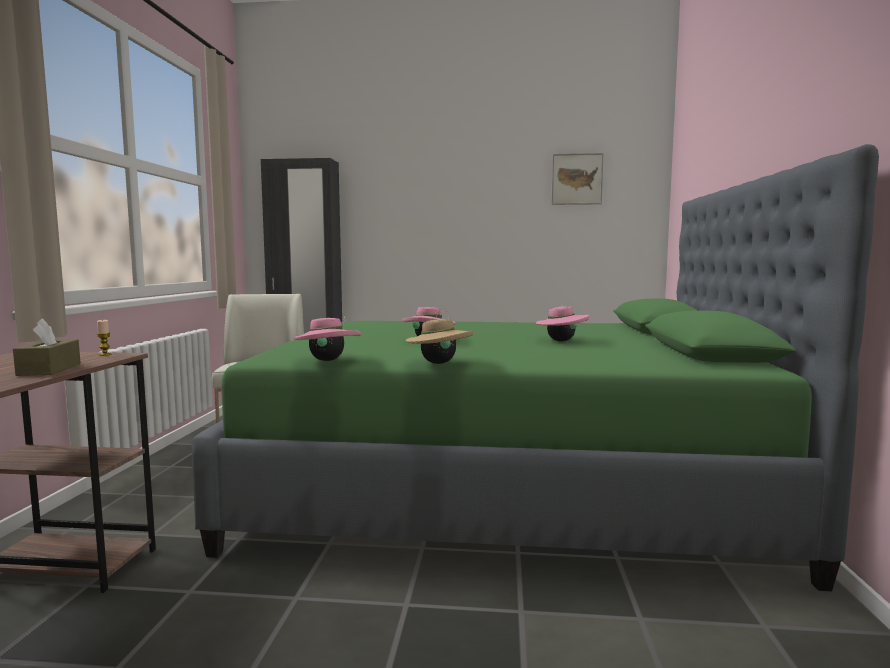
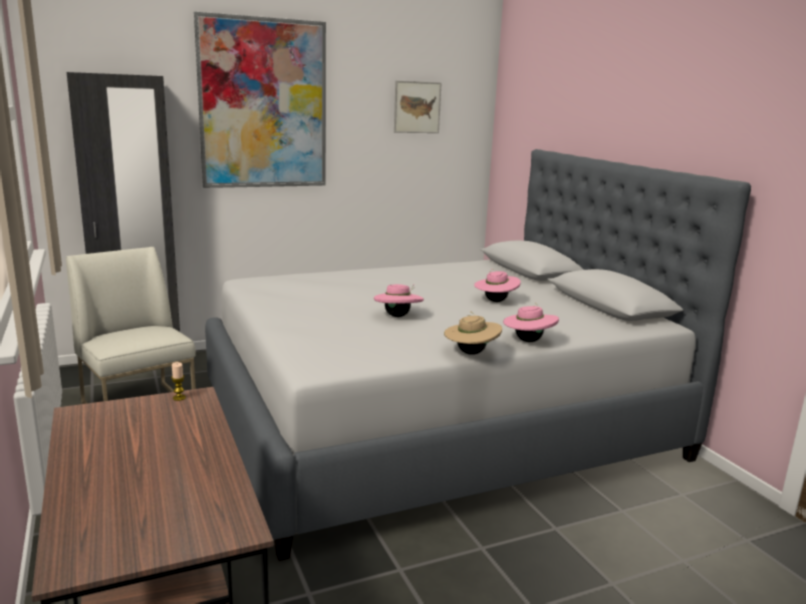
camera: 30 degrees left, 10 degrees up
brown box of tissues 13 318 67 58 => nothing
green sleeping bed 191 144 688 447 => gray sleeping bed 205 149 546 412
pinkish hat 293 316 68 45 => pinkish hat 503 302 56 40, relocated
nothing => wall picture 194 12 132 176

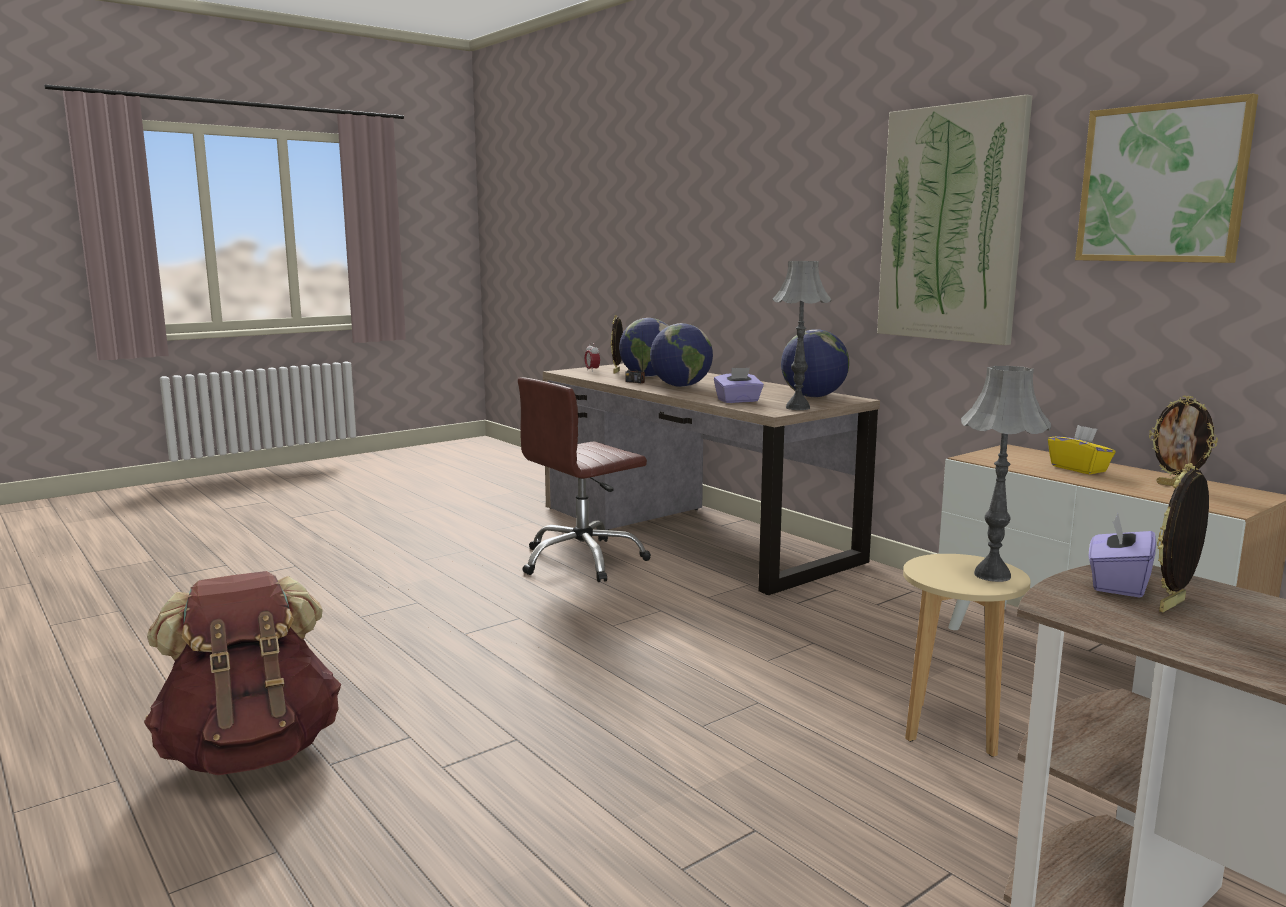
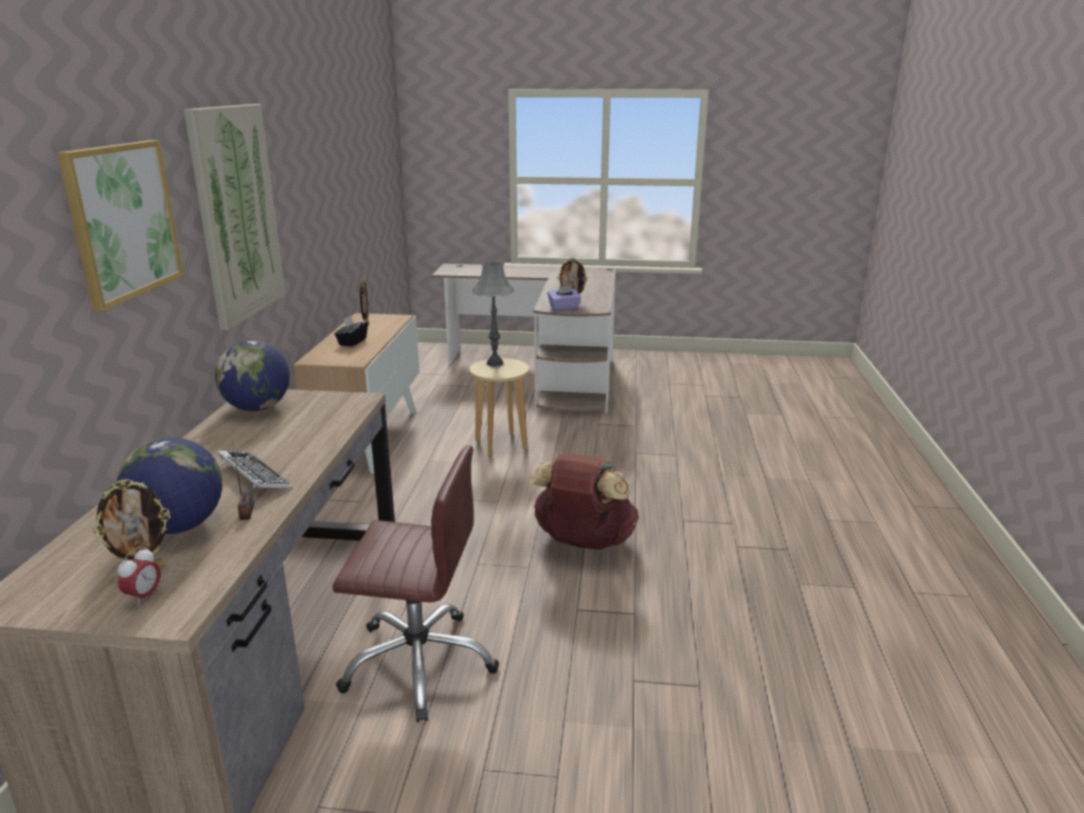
camera: 135 degrees left, 10 degrees up
brown knapsack 144 571 197 204 => brown knapsack 529 452 110 98, relocated
globe 650 323 63 64 => PC keyboard 217 451 76 37
purple box of tissues 714 367 50 36 => nothing
gray lamp for a table 773 261 59 149 => nothing
yellow box of tissues 1048 425 68 49 => black box of tissues 335 315 33 31
wall picture 1075 93 183 170 => wall picture 57 140 126 171, relocated

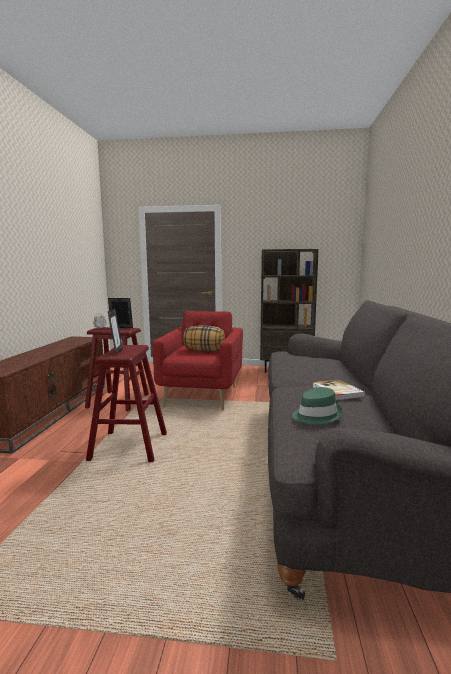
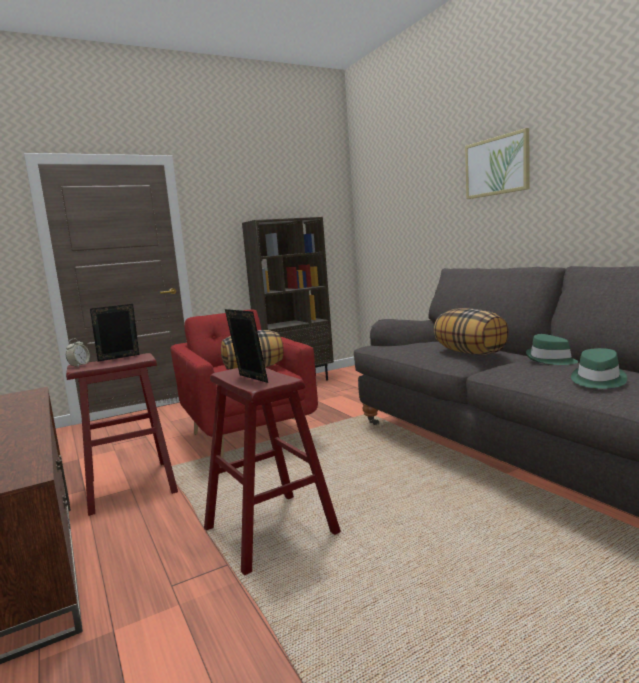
camera: 35 degrees left, 0 degrees up
volume 312 380 54 20 => green hat 526 334 53 31
nothing => pillow 434 308 75 47
nothing => wall picture 465 128 64 71

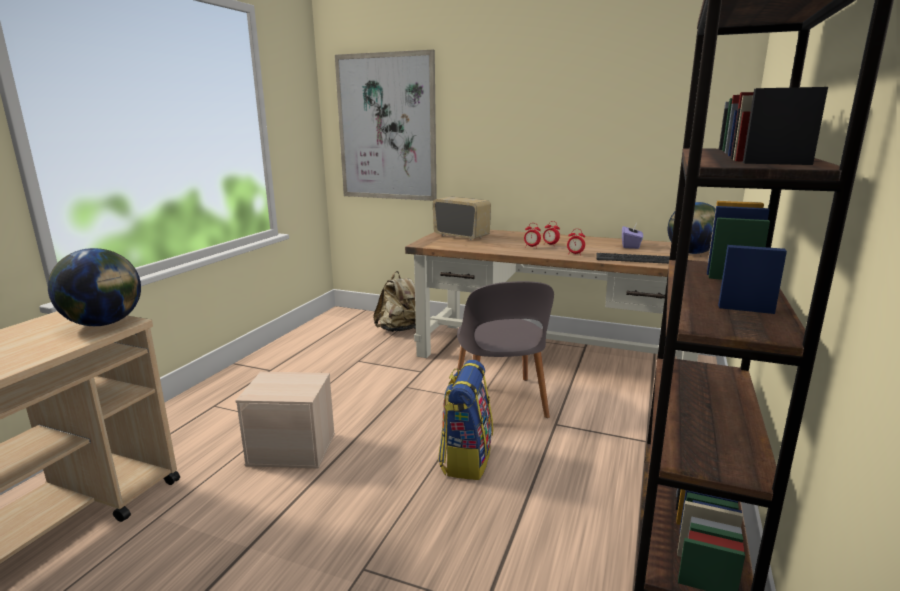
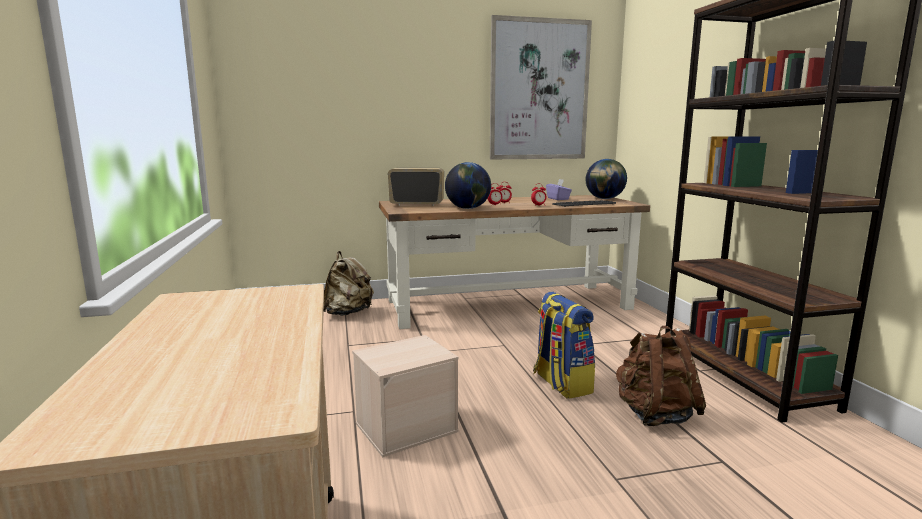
camera: 35 degrees left, 5 degrees down
globe 48 248 93 78 => globe 445 162 46 47, relocated
wall picture 335 50 102 151 => wall picture 490 15 102 144, relocated
gray chair 457 281 97 137 => nothing
nothing => brown knapsack 616 326 90 100

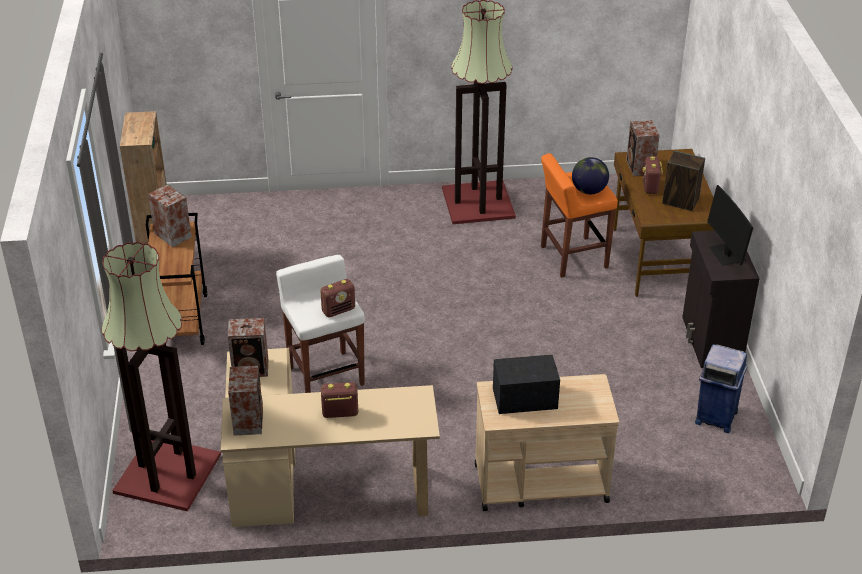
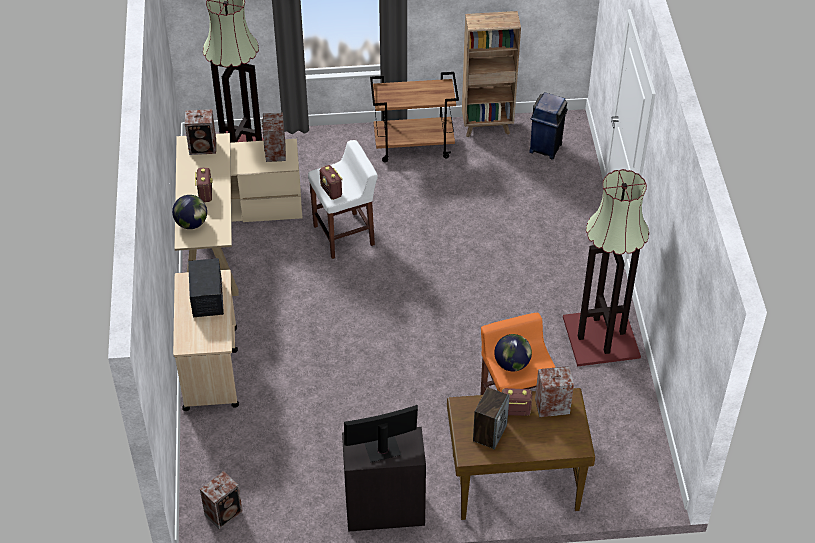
camera: 90 degrees right, 10 degrees up
loudspeaker 148 185 44 62 => loudspeaker 200 471 42 58, relocated
bluish trash can 695 344 53 89 => bluish trash can 529 92 39 68, relocated
nothing => globe 172 195 35 34

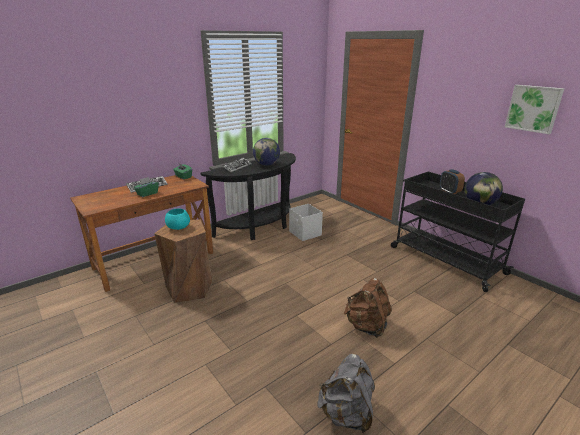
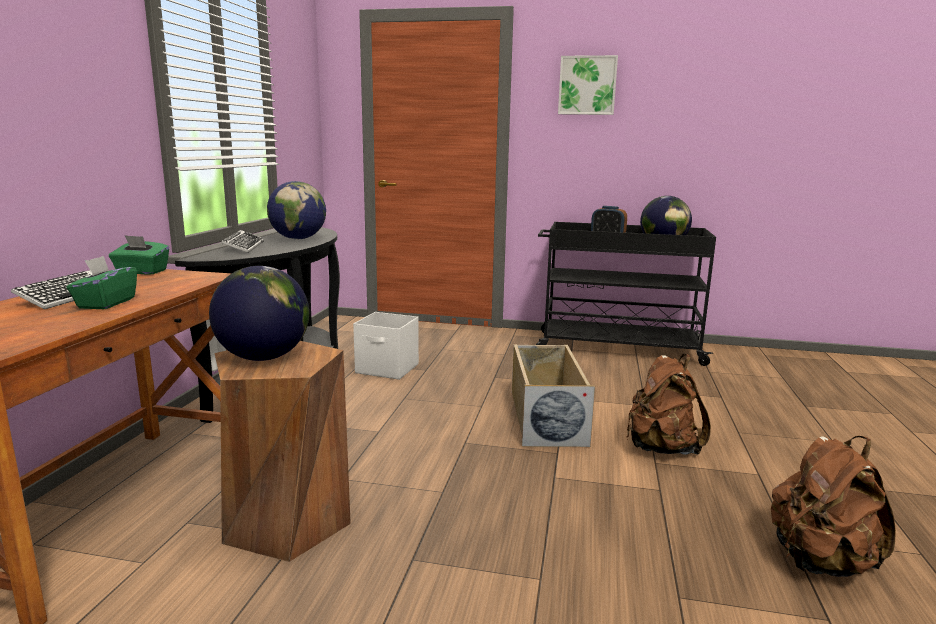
camera: 40 degrees left, 10 degrees down
turquoise serving bowl 165 208 25 22 => globe 209 266 100 95
gray knapsack 317 354 58 79 => brown knapsack 771 436 125 141
wall picture 505 85 59 49 => wall picture 558 55 60 60, relocated
nothing => beige storage bin 512 344 83 103

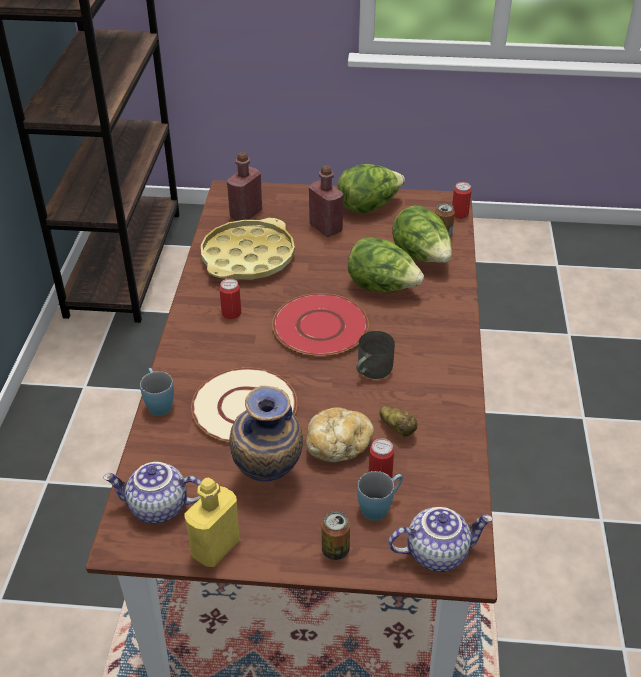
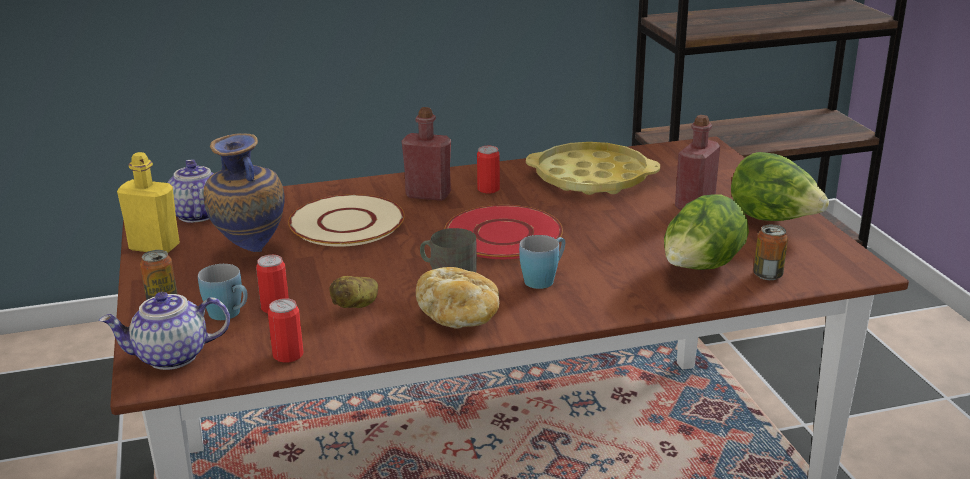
camera: 70 degrees right, 15 degrees down
bluish tea mug 140 368 34 48 => bluish tea mug 519 235 46 54, relocated
red beverage bottle 227 152 35 69 => red beverage bottle 402 107 49 94, relocated
baked bread 306 407 68 55 => baked bread 416 267 83 62, relocated
lettuce head 348 237 76 55 => nothing
teapot 388 507 105 65 => teapot 99 292 131 78, 105 degrees clockwise
metal can 452 182 20 37 => metal can 268 298 35 65, relocated

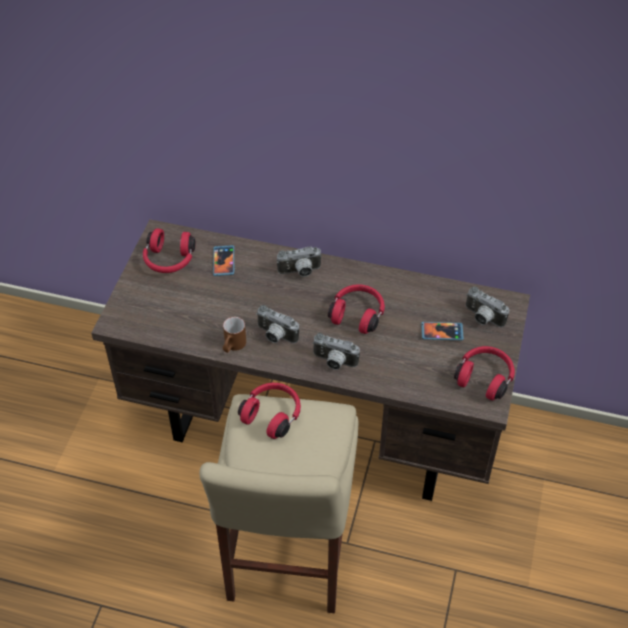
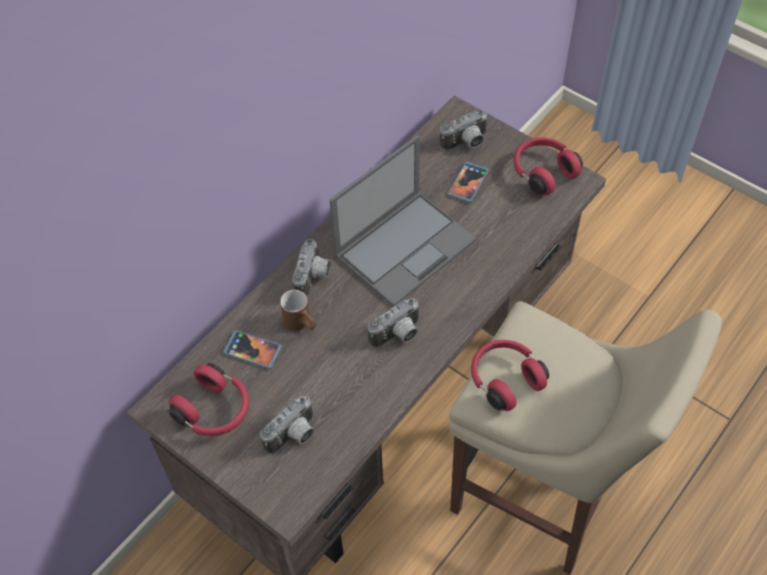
camera: 65 degrees left, 5 degrees up
brown tea mug 223 317 23 36 => brown tea mug 280 290 37 41, relocated
still camera 312 333 48 37 => still camera 260 396 54 58, relocated
red headset 328 284 57 50 => laptop 329 135 148 171

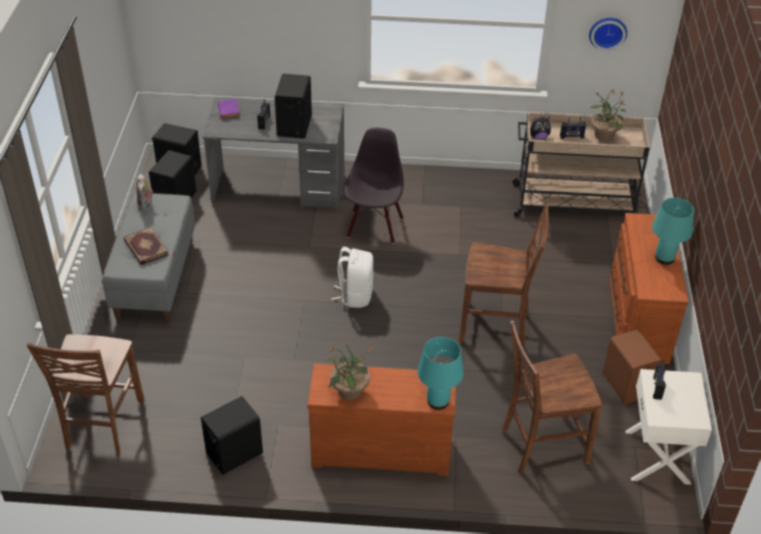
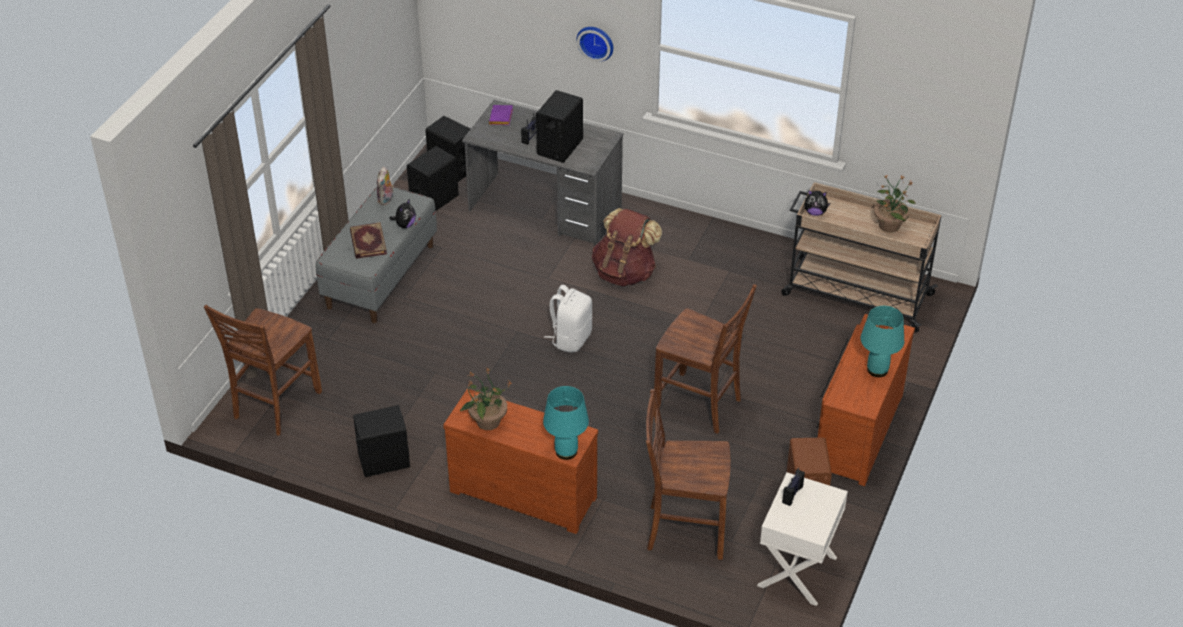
camera: 20 degrees right, 0 degrees up
black chair 344 128 60 116 => brown knapsack 592 208 70 78
radio set 560 116 26 23 => nothing
clock on the wall 589 18 38 33 => clock on the wall 577 27 36 35, relocated
nothing => soft toy 389 198 27 30

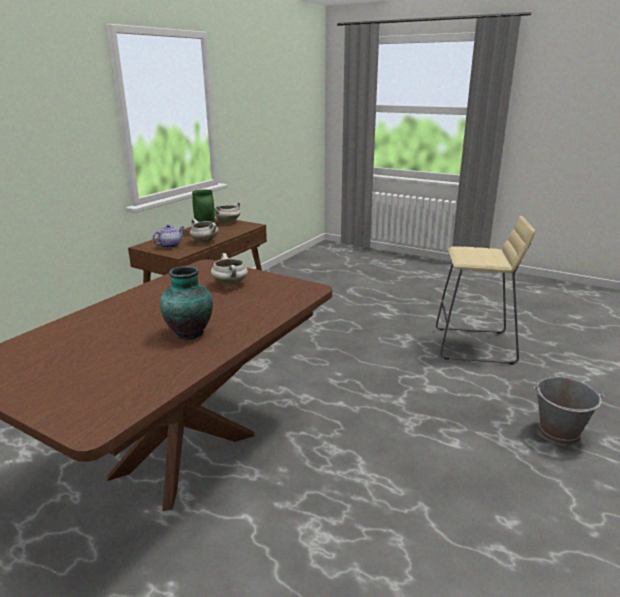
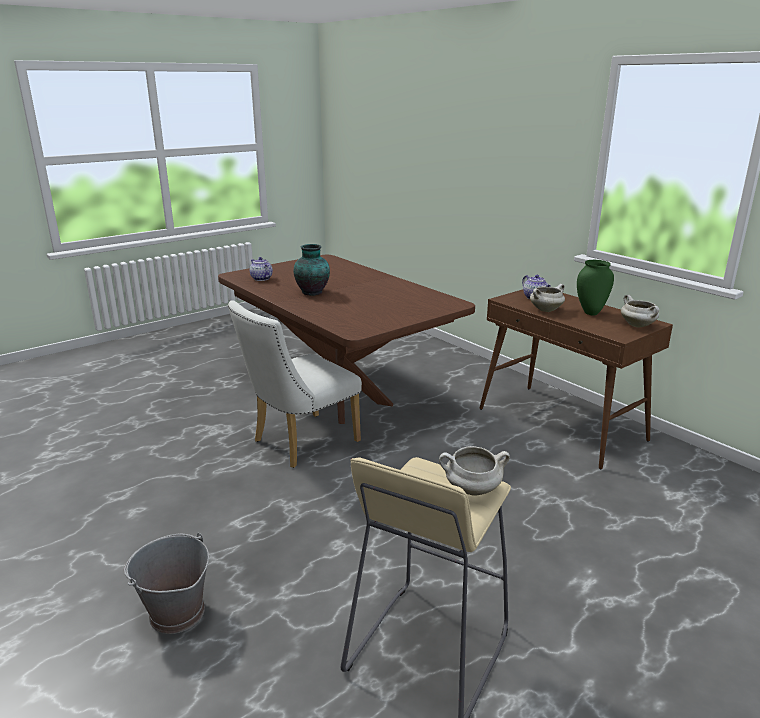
camera: 110 degrees right, 0 degrees up
white-coloured stockpot 211 253 37 33 => white-coloured stockpot 439 446 71 49, relocated
nothing => white-coloured chair 228 300 134 168
nothing => teapot 250 257 23 24

